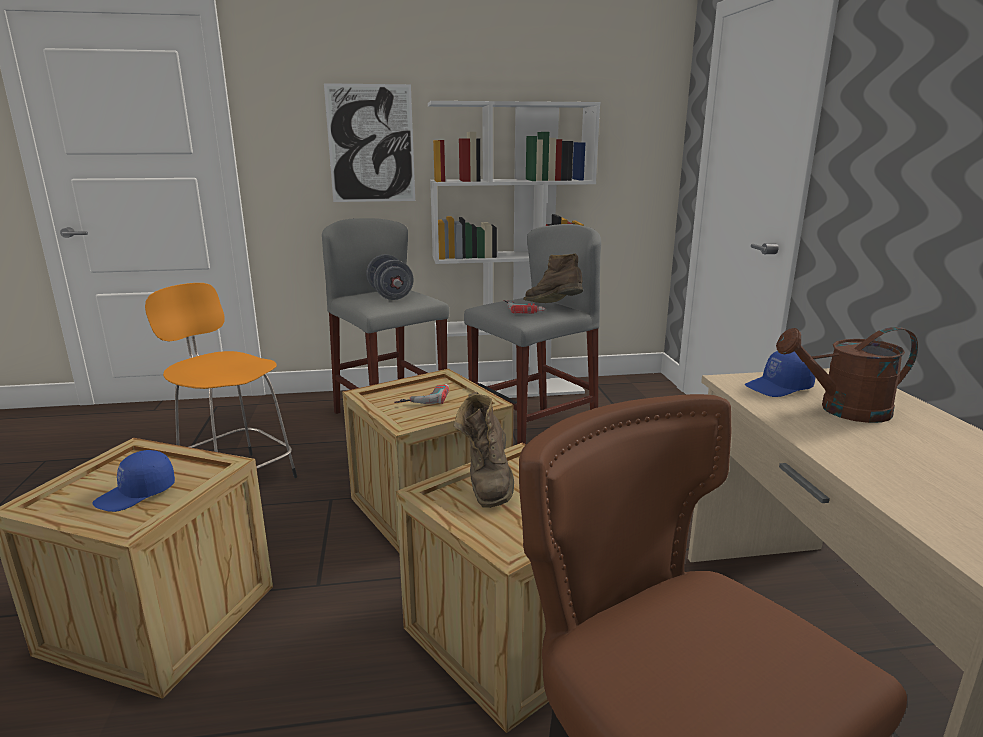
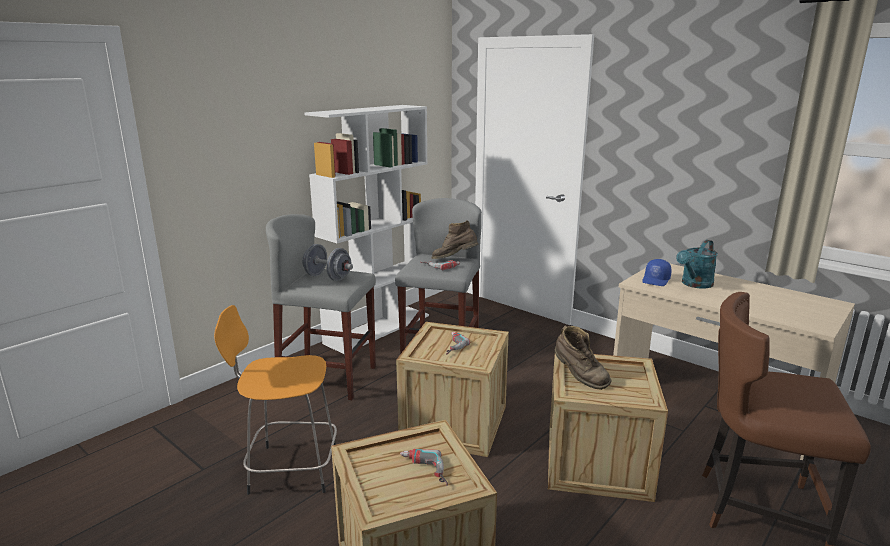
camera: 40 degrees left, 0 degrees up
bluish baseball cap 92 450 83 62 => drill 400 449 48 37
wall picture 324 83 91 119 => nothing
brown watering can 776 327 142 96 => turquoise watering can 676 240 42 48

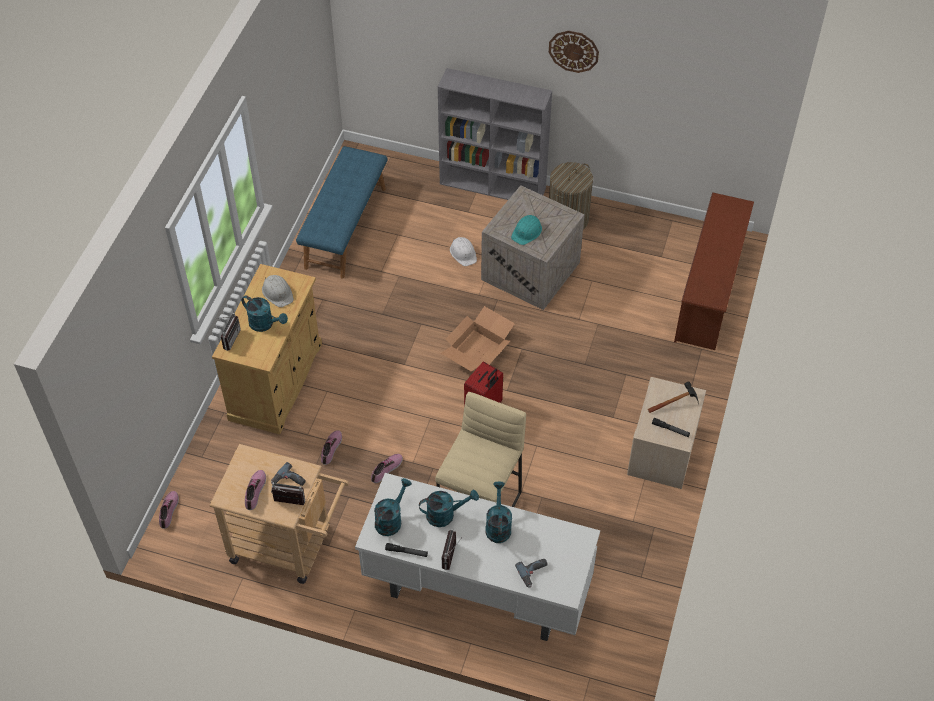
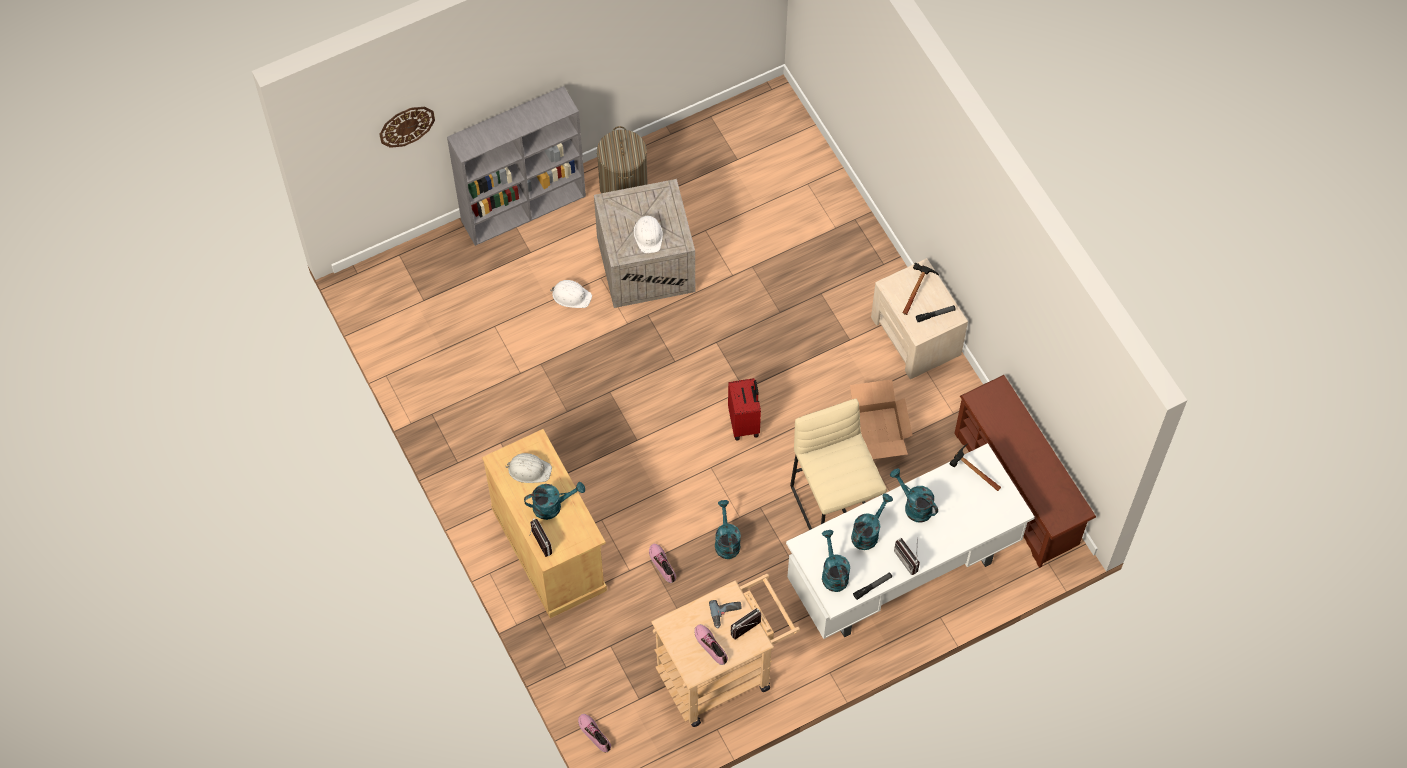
camera: 45 degrees left, 10 degrees up
bluish bench 296 146 91 133 => nothing
low shoe 371 454 32 29 => turquoise watering can 715 500 26 59
carton 441 306 74 66 => carton 850 379 63 80, relocated
turquoise safety helmet 511 215 31 30 => white-coloured safety helmet 634 214 29 39
drill 515 559 33 29 => nothing
clock on the wall 549 31 50 42 => clock on the wall 379 107 56 41, relocated
brown shoe shelf 674 192 80 158 => brown shoe shelf 954 375 142 193, relocated
nothing => hand hammer 949 443 52 48

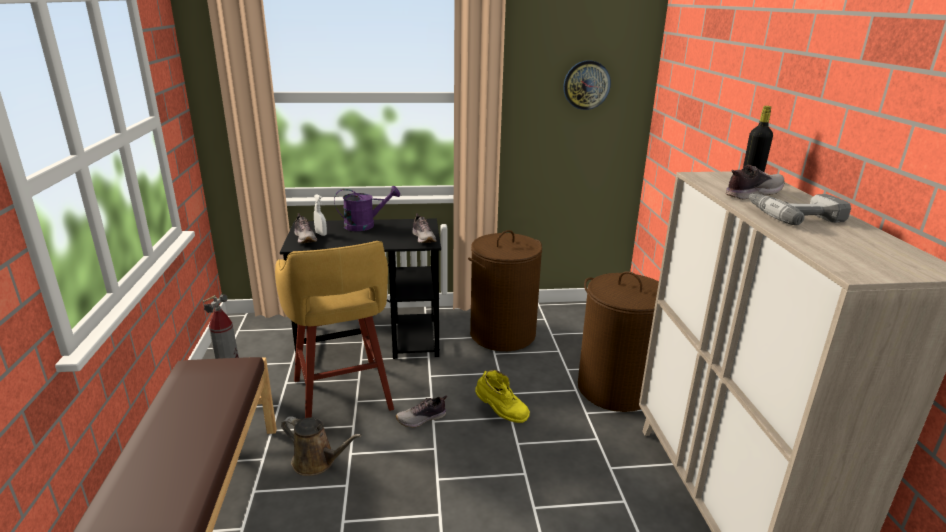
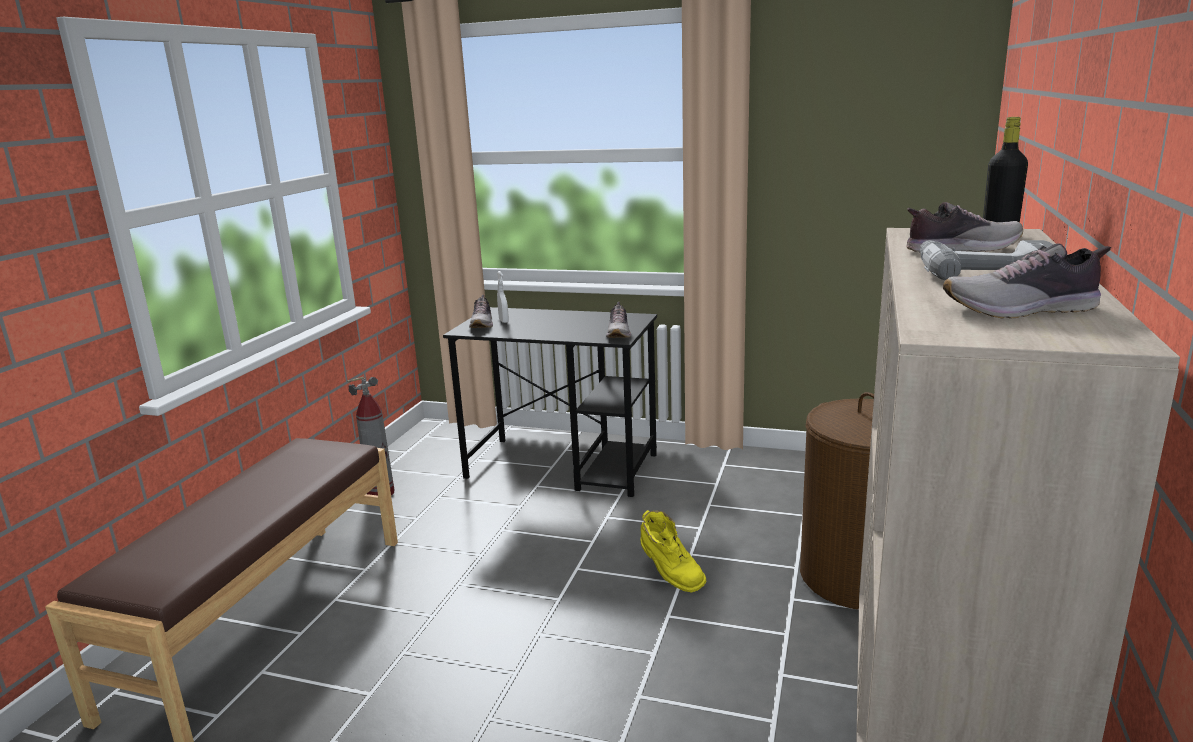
camera: 25 degrees right, 5 degrees down
yellow stool seat 275 241 119 177 => nothing
brown watering can 281 416 81 60 => nothing
purple watering can 334 186 66 45 => nothing
low shoe 396 395 51 33 => low shoe 943 244 168 74, relocated
brown washing basket 468 230 74 121 => nothing
clock on the wall 563 60 48 50 => nothing

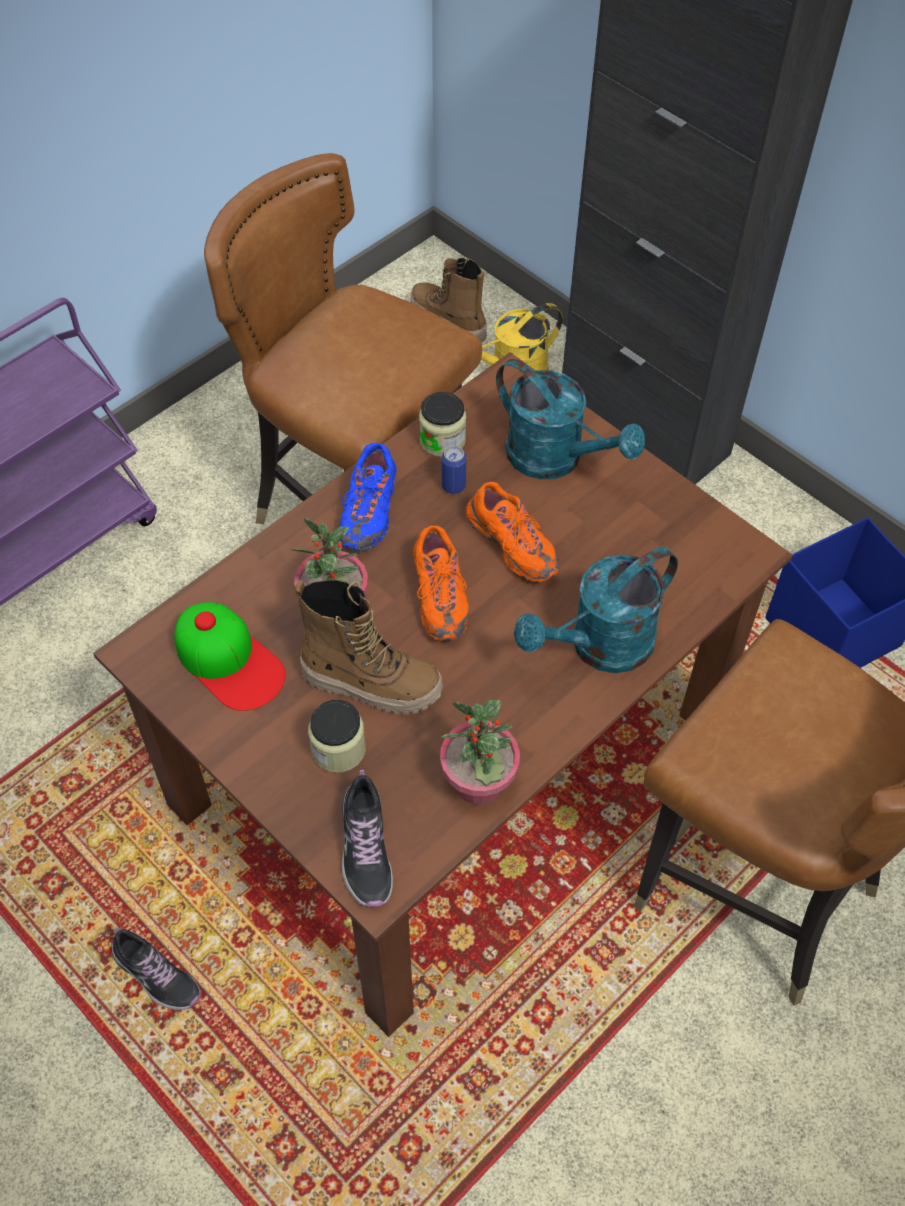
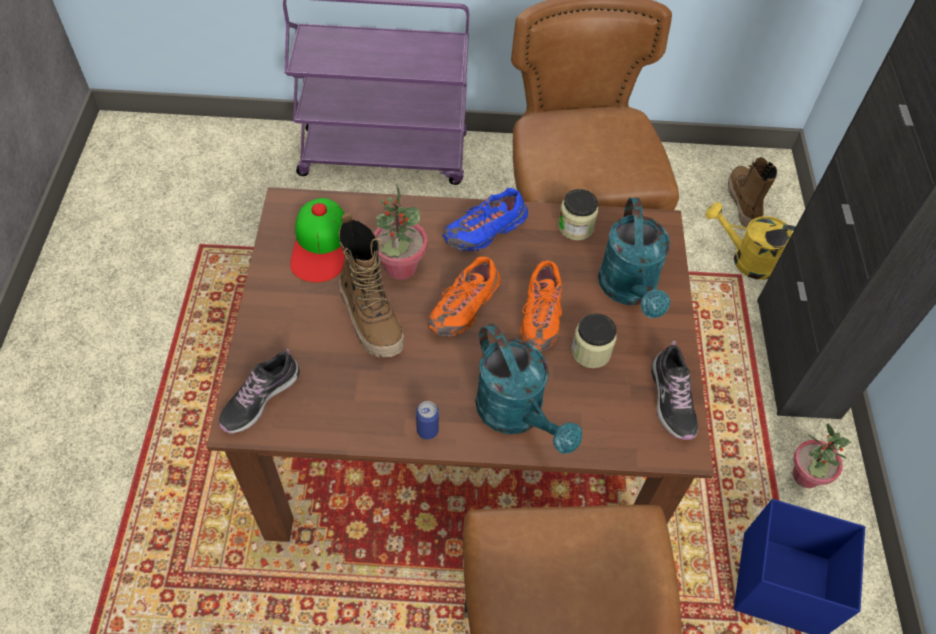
camera: 45 degrees right, 0 degrees up
low shoe 112 927 89 83 => low shoe 651 341 47 99, relocated
storage jar 308 700 58 73 => storage jar 571 313 46 55, relocated
plant in a pot 440 700 80 105 => plant in a pot 793 424 58 64, relocated
metal can 442 446 24 48 => metal can 416 401 23 39, relocated
turquoise watering can 514 547 164 126 => turquoise watering can 475 323 107 131, 135 degrees counterclockwise

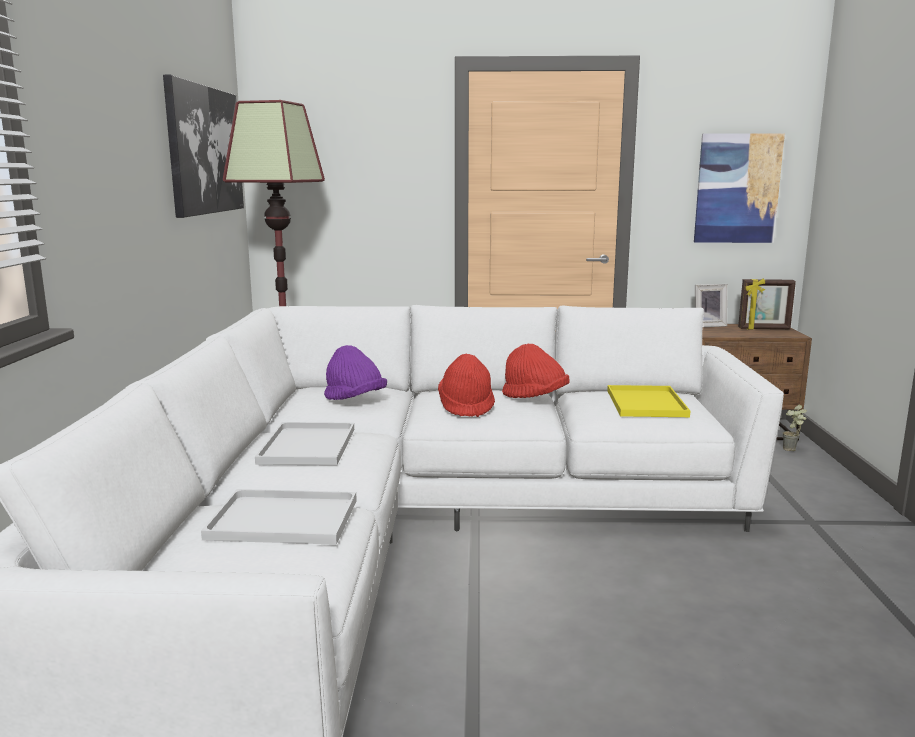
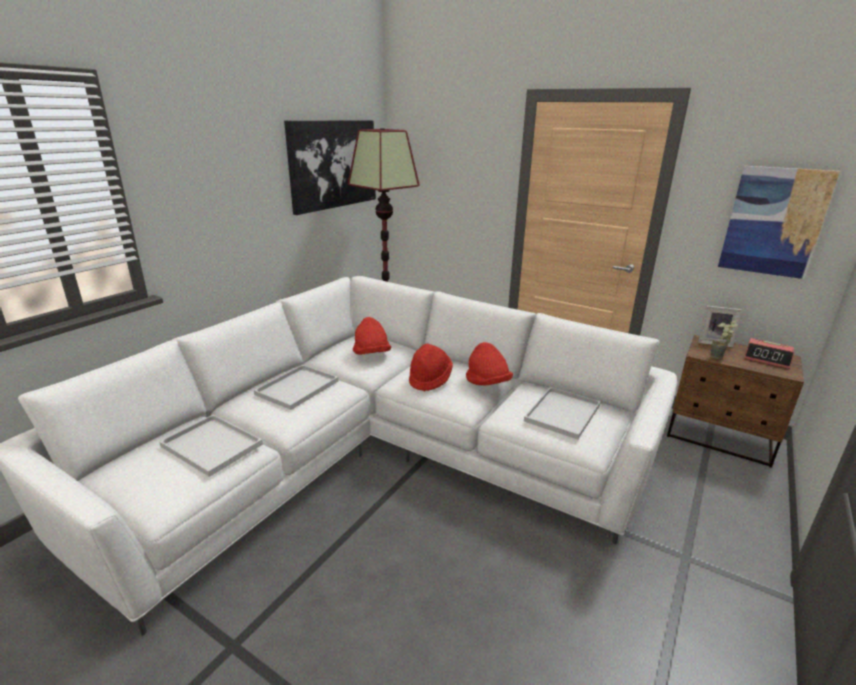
camera: 30 degrees right, 10 degrees up
purple hat 324 345 63 55 => red hat 353 317 38 38
yellow carrying tray 607 385 83 32 => white-coloured carrying tray 524 387 77 53
photo frame 738 278 58 52 => alarm clock 744 338 50 31
plant in a pot 783 405 24 46 => plant in a pot 710 320 28 40, relocated

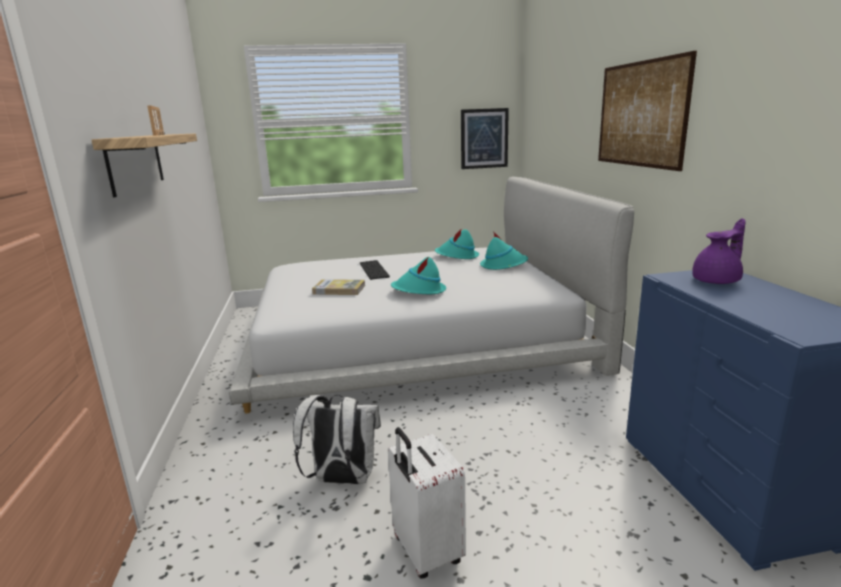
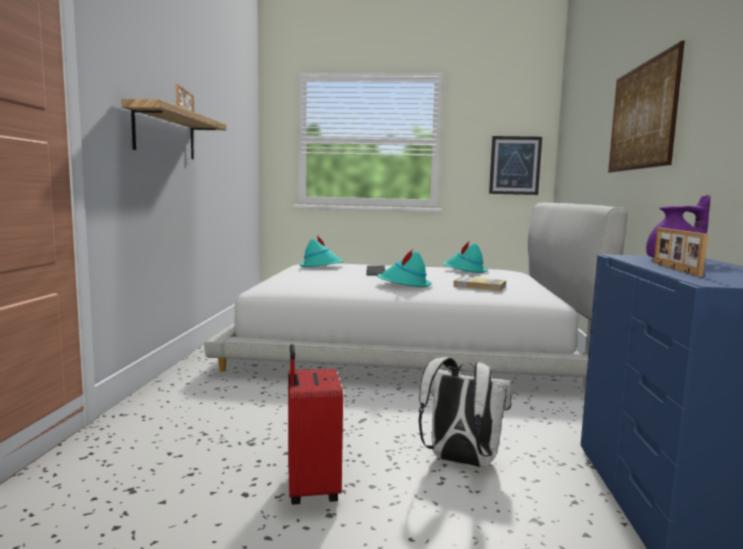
camera: 15 degrees right, 10 degrees down
white-coloured knapsack 293 395 88 89 => white-coloured knapsack 419 357 93 110, relocated
volume 312 279 53 16 => volume 453 277 53 14, relocated
white-coloured piece of luggage 388 427 78 152 => red piece of luggage 288 344 55 161
turquoise hat 480 231 48 39 => turquoise hat 299 235 45 32, relocated
nothing => photo frame 654 228 54 49

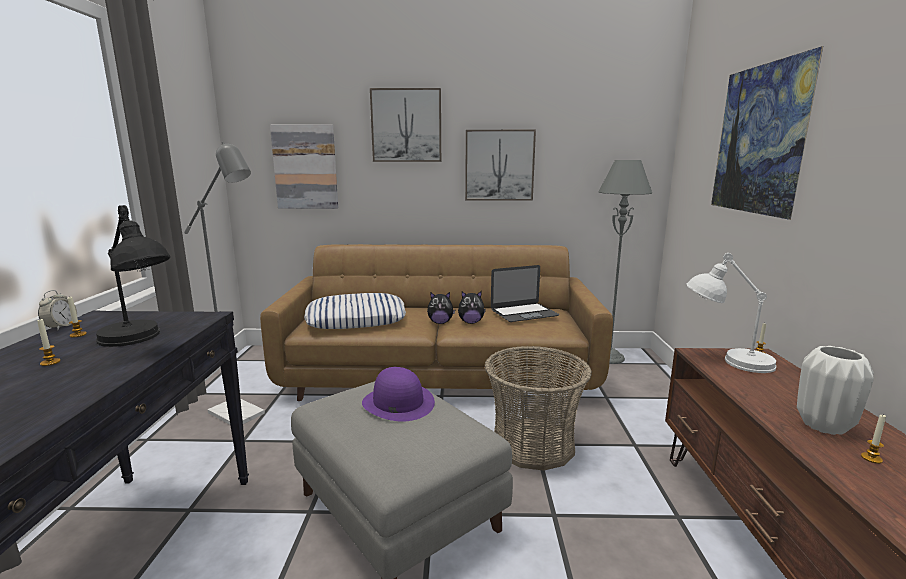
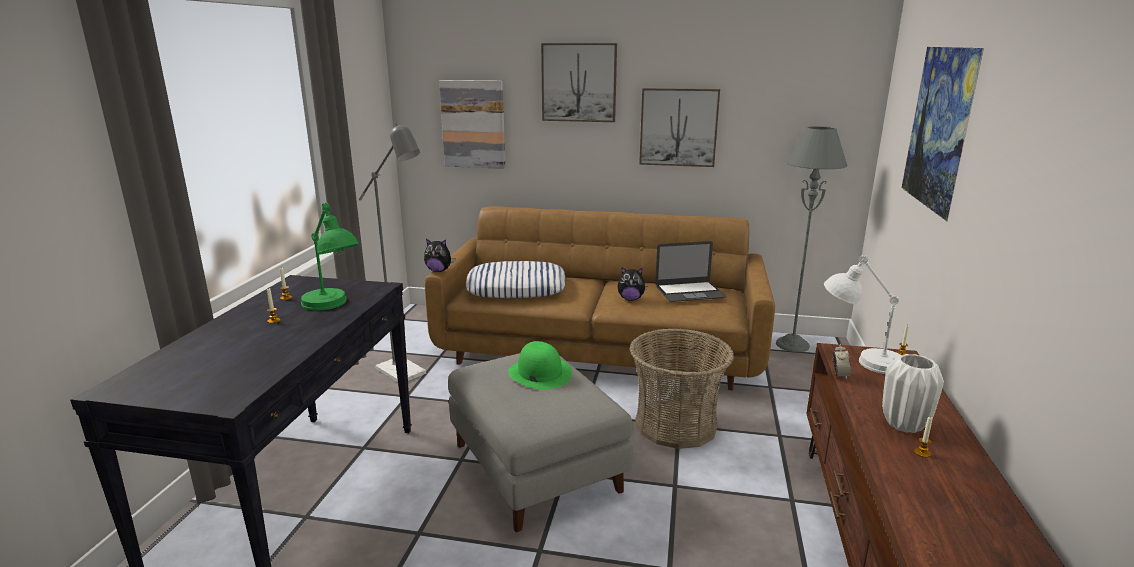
camera: 10 degrees right, 5 degrees up
alarm clock 38 290 39 40 => alarm clock 833 344 18 36, relocated
black lamp for a table 96 205 75 142 => green lamp for a table 301 203 58 108
purple hat 362 367 73 54 => green hat 508 341 64 49
soft toy 427 292 28 32 => soft toy 424 239 31 33, relocated

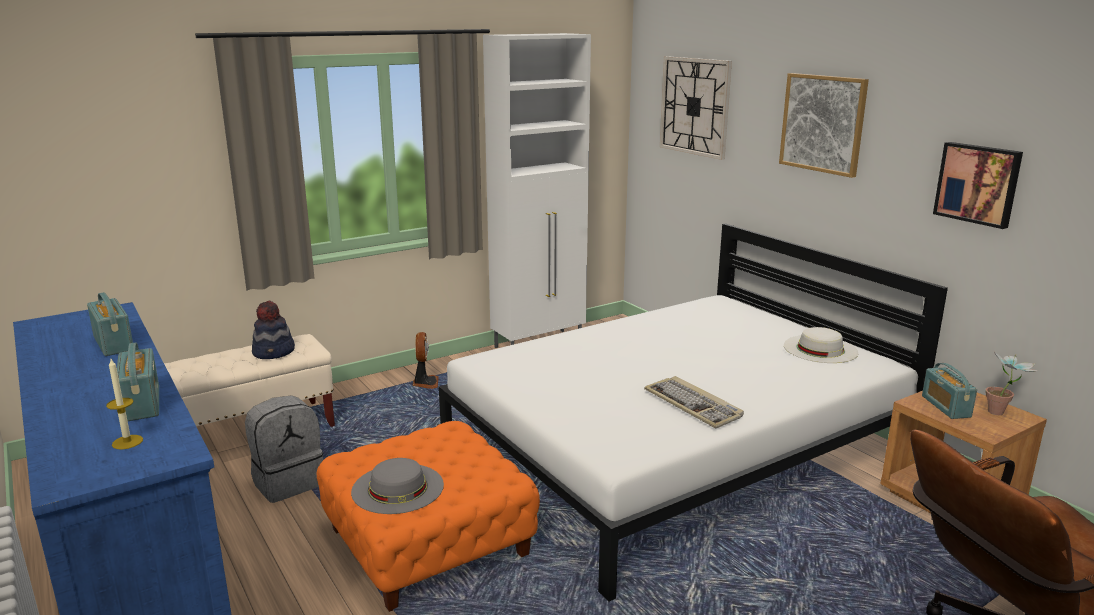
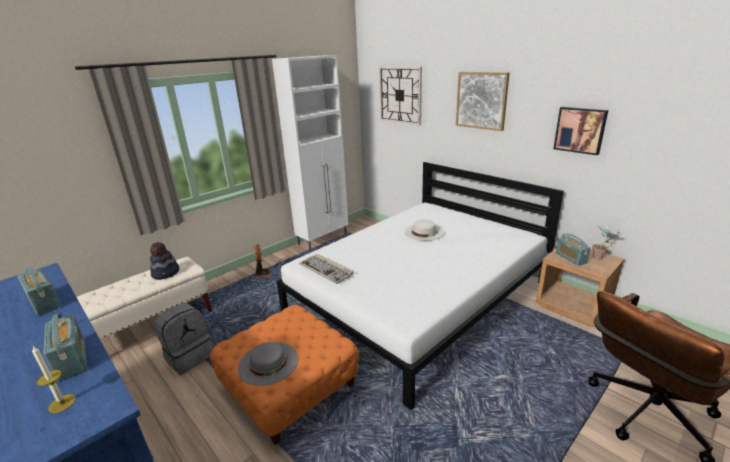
camera: 10 degrees left, 5 degrees up
PC keyboard 644 376 100 52 => PC keyboard 299 254 54 30, relocated
white-coloured hat 784 327 74 36 => white-coloured hat 404 220 40 21, relocated

